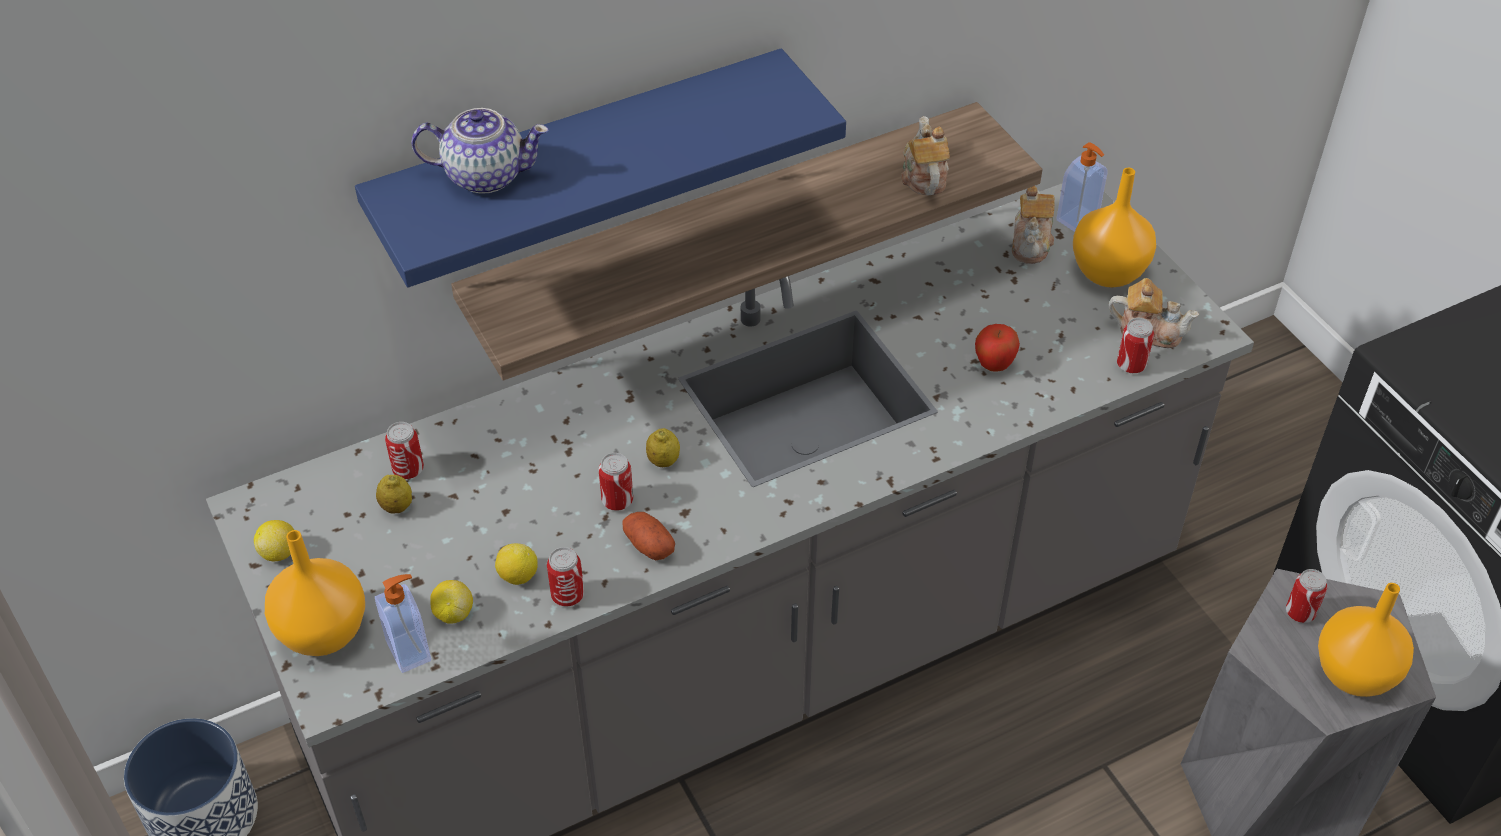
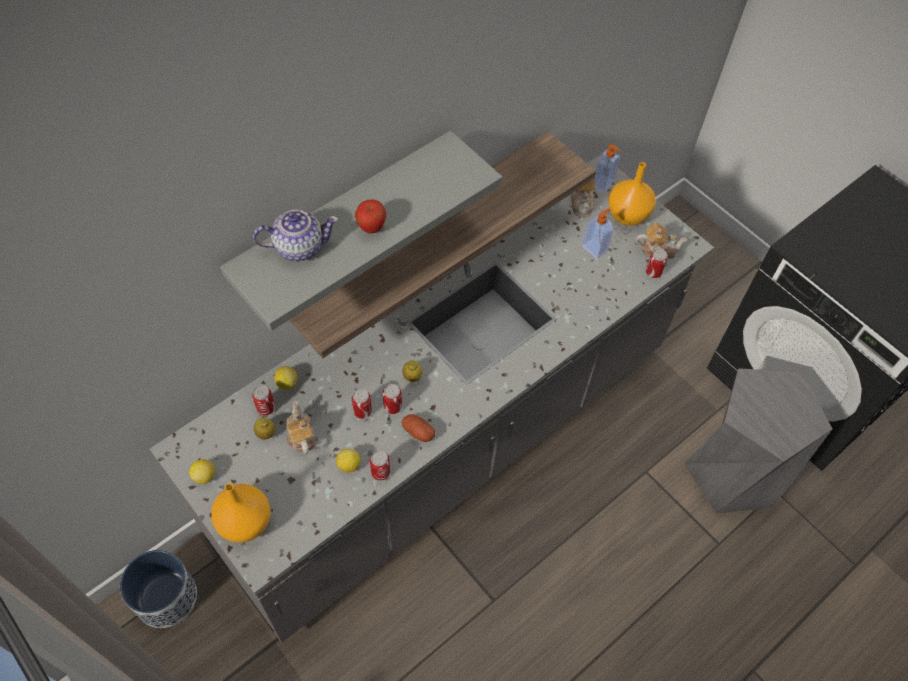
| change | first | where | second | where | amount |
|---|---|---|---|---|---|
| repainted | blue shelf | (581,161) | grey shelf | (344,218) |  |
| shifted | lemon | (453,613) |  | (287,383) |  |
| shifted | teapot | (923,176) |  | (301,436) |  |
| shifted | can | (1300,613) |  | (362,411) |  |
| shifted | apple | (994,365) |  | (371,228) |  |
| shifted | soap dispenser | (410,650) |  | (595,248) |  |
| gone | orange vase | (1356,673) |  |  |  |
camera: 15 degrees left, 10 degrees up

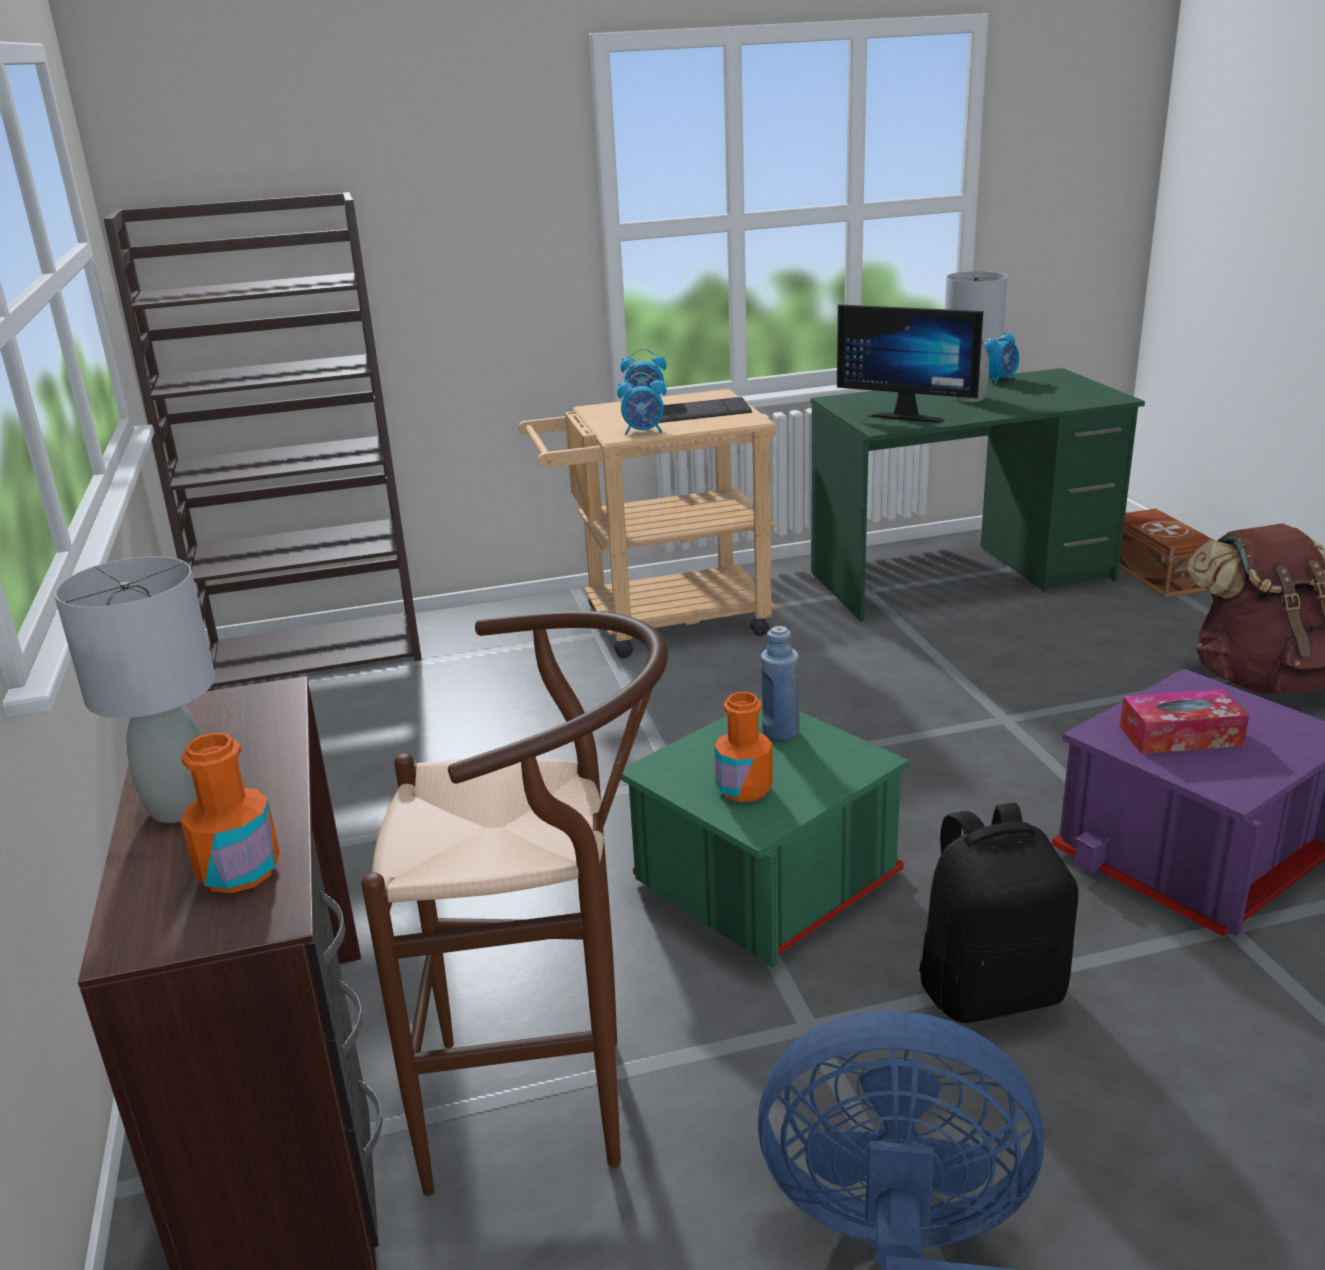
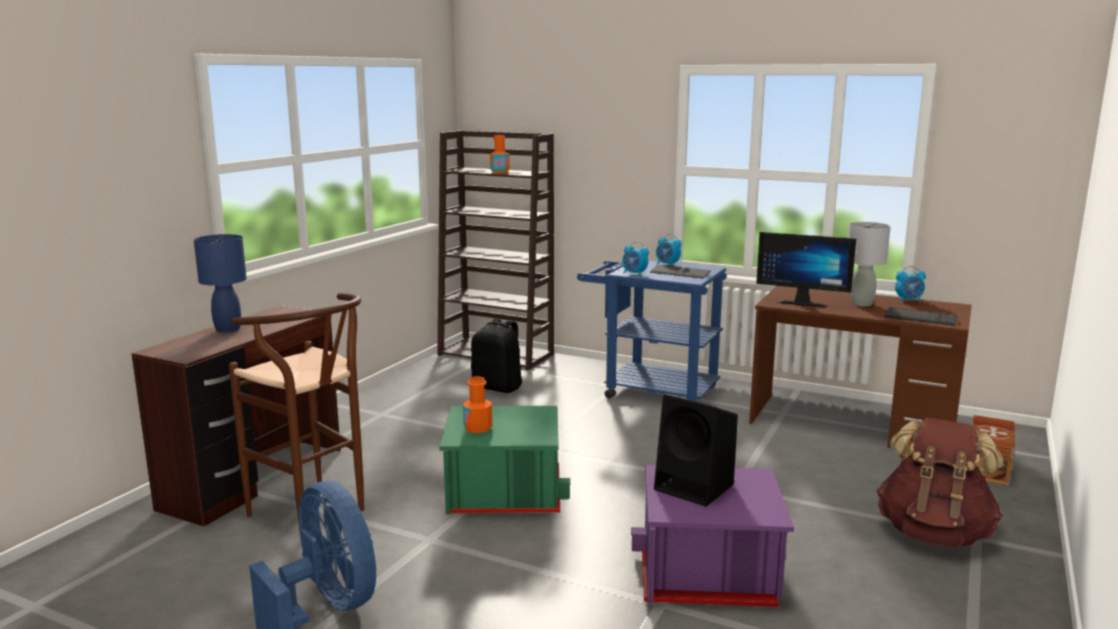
| change | first | where | second | where | amount |
|---|---|---|---|---|---|
| repainted | grey table lamp | (180,807) | blue table lamp | (227,329) |  |
| shifted | black backpack | (990,989) |  | (498,387) |  |
| shifted | orange bottle | (239,871) |  | (500,171) |  |
| repainted | beige cart | (659,623) | blue cart | (650,391) |  |
| swapped | tissue box | (1180,736) | black speaker | (696,487) |  |
| repainted | green desk | (961,577) | brown desk | (852,425) |  |
| rotated | monitor | (908,415) |  | (802,302) | 45 degrees counterclockwise |
| new |  |  | keyboard | (920,318) |  |
| gone | blue bottle | (780,731) |  |  |  |
camera: 40 degrees right, 10 degrees down

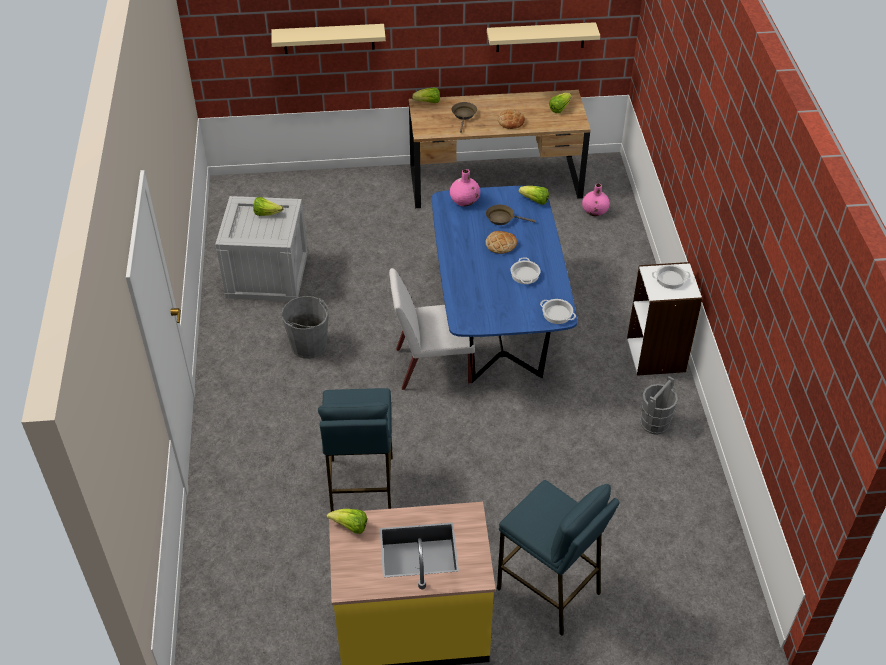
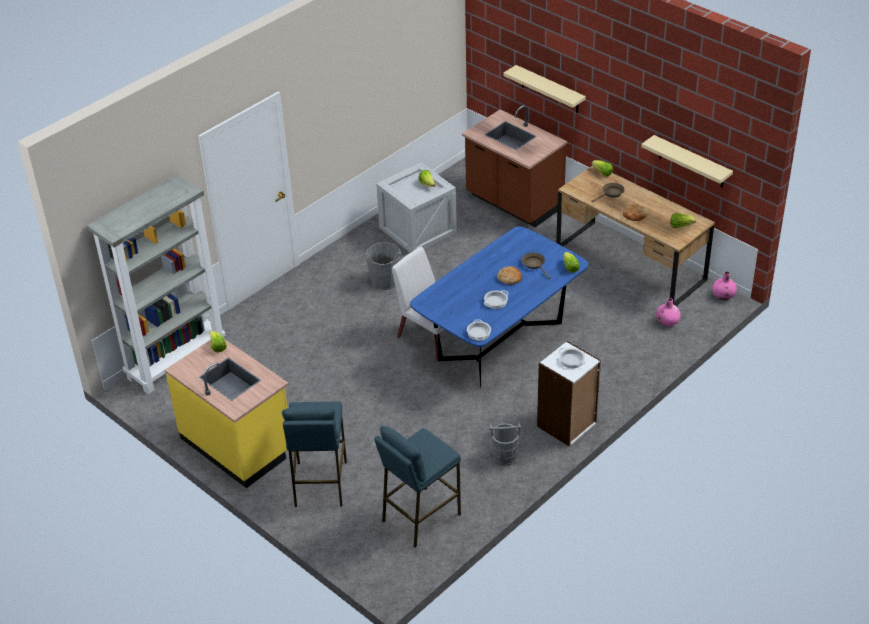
| change | first | where | second | where | amount |
|---|---|---|---|---|---|
| new |  |  | grey bookcase | (176,360) |  |
| shifted | blue stool | (361,488) |  | (420,517) |  |
| new |  |  | brown counter | (513,203) |  |
| shifted | pink vase | (465,200) |  | (723,295) |  |
camera: 50 degrees right, 5 degrees down

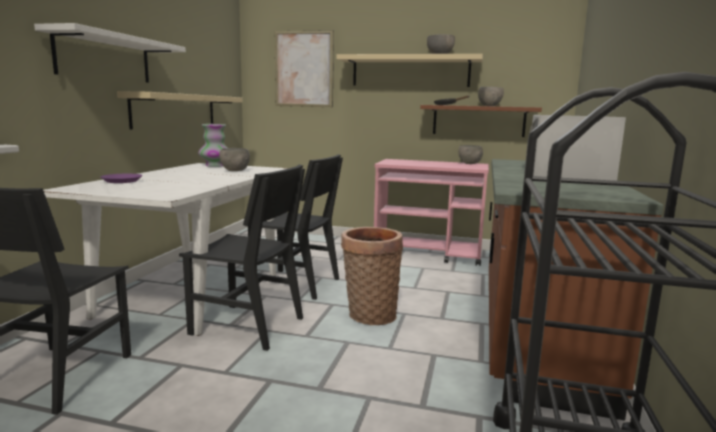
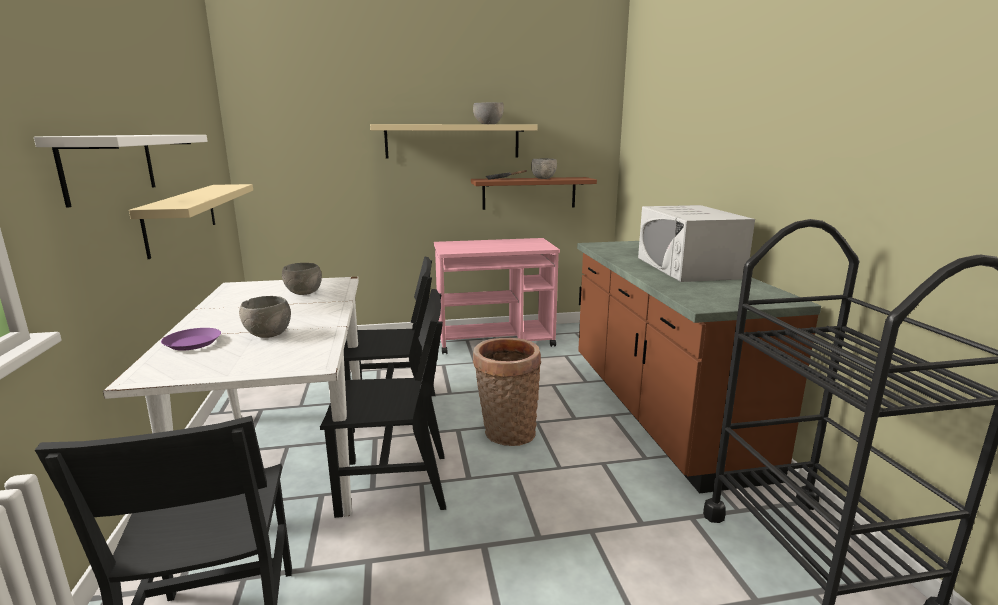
| change | first | where | second | where | amount |
|---|---|---|---|---|---|
| shifted | grey bowl | (469,164) |  | (268,335) |  |
| gone | vase | (215,166) |  |  |  |
| gone | picture | (303,69) |  |  |  |
camera: 25 degrees left, 5 degrees up

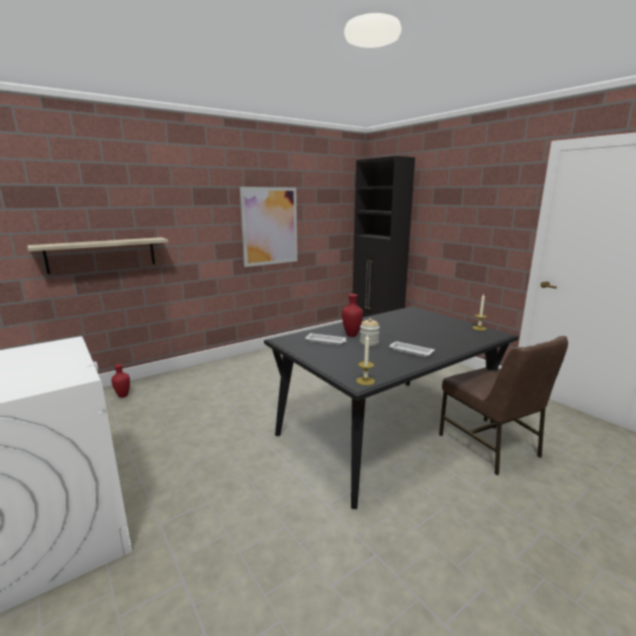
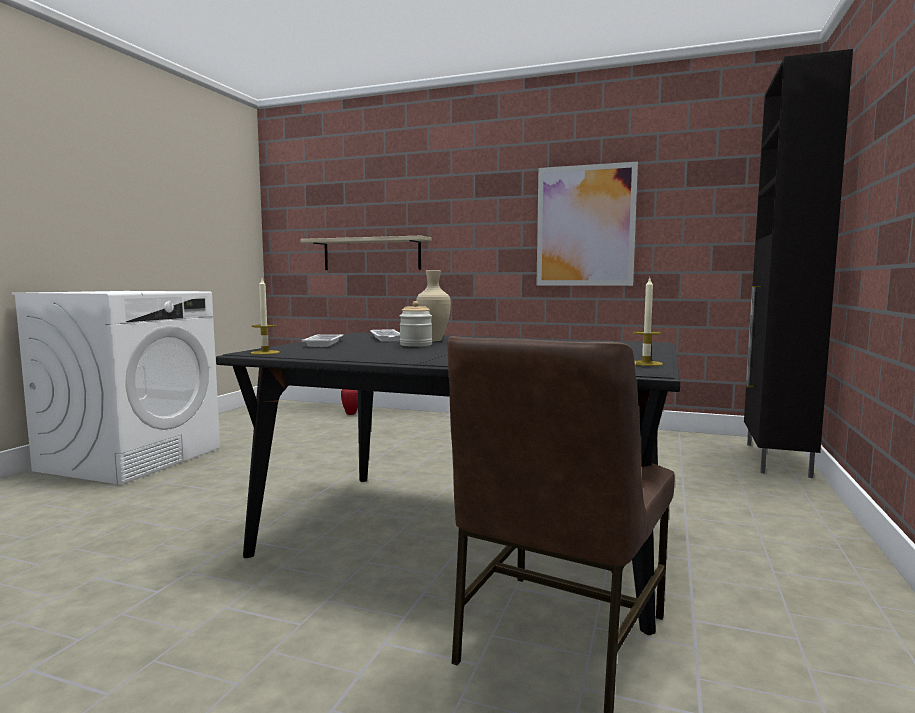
| change | first | where | second | where | amount |
|---|---|---|---|---|---|
| shifted | white tray | (410,351) |  | (324,343) |  |
| repainted | red vase | (351,335) | beige vase | (434,340) |  |
camera: 55 degrees right, 10 degrees down

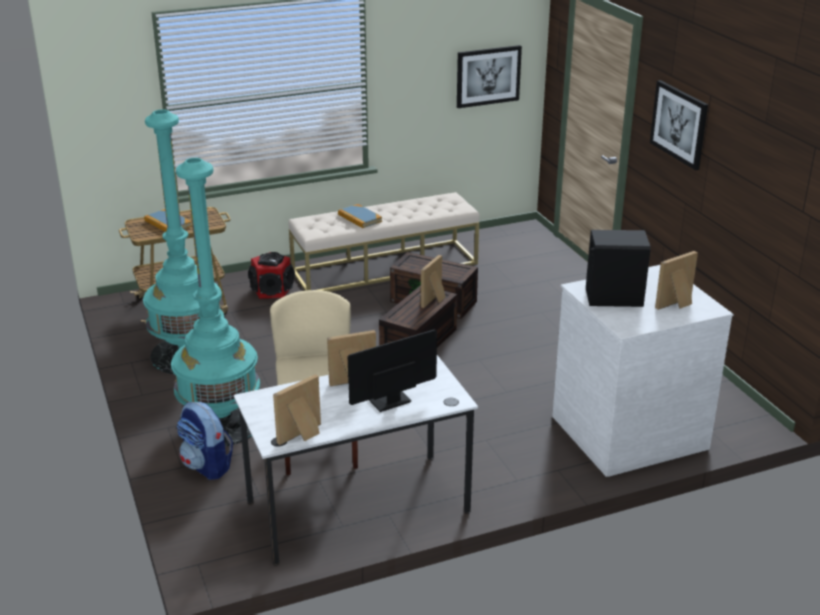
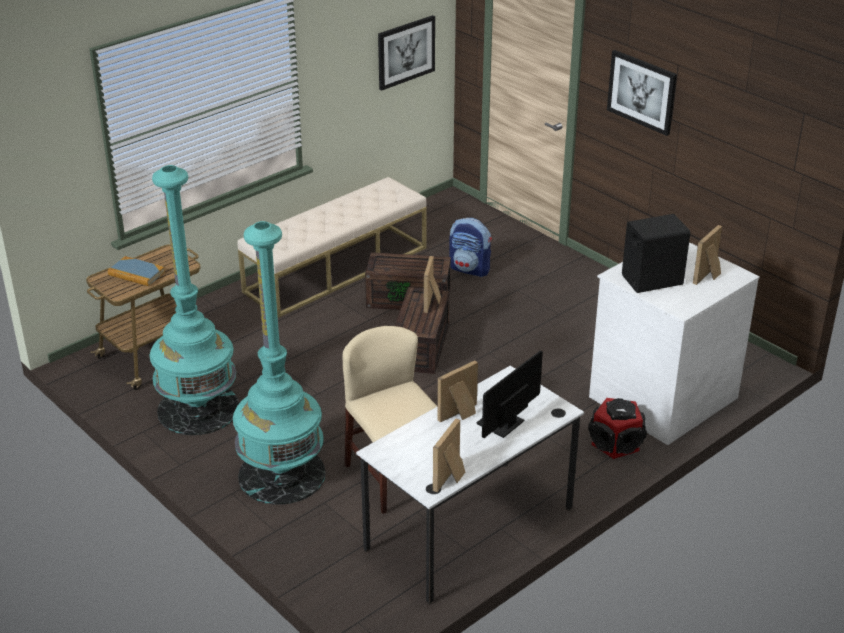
| change | first | where | second | where | amount |
|---|---|---|---|---|---|
| shifted | backpack | (207,466) |  | (470,269) |  |
| shifted | speaker | (272,290) |  | (615,443) |  |
| gone | book | (360,218) |  |  |  |
camera: 20 degrees left, 5 degrees up

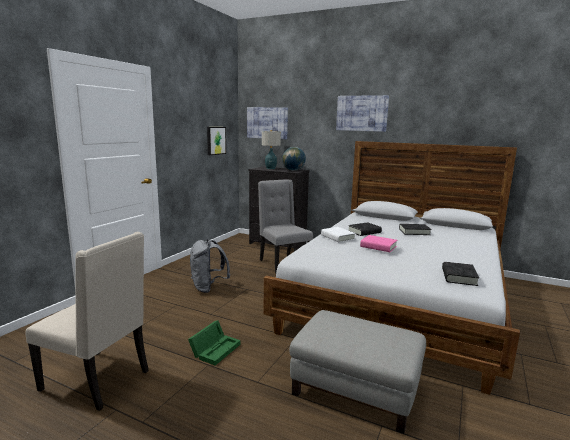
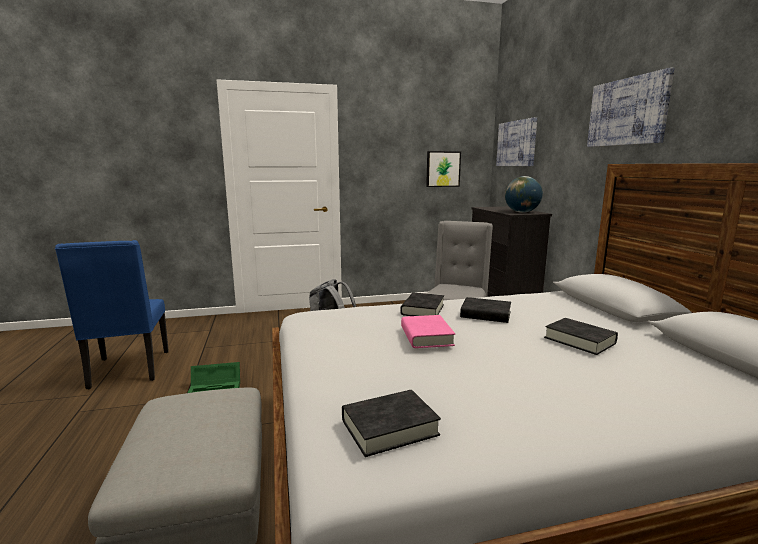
| change | first | where | second | where | amount |
|---|---|---|---|---|---|
| repainted | beige chair | (98,380) | blue chair | (128,370) |  |
| repainted | white book | (337,237) | black book | (422,310) |  |
| gone | table lamp | (270,168) |  |  |  |
camera: 50 degrees right, 0 degrees up

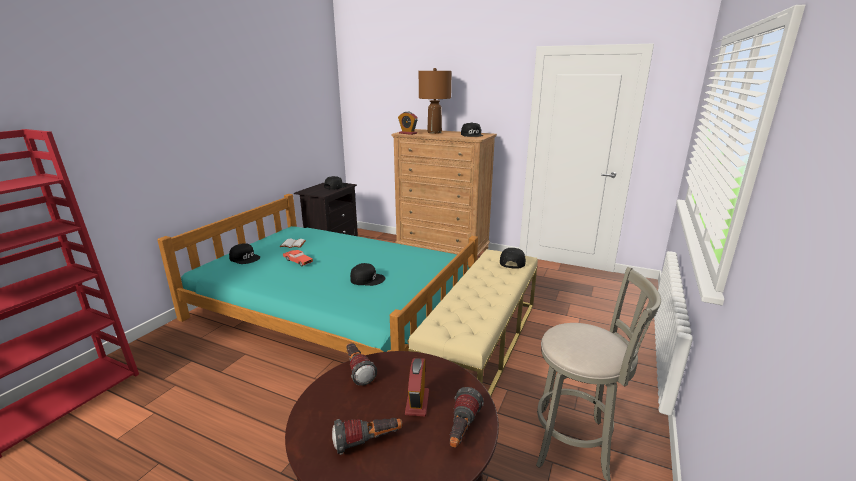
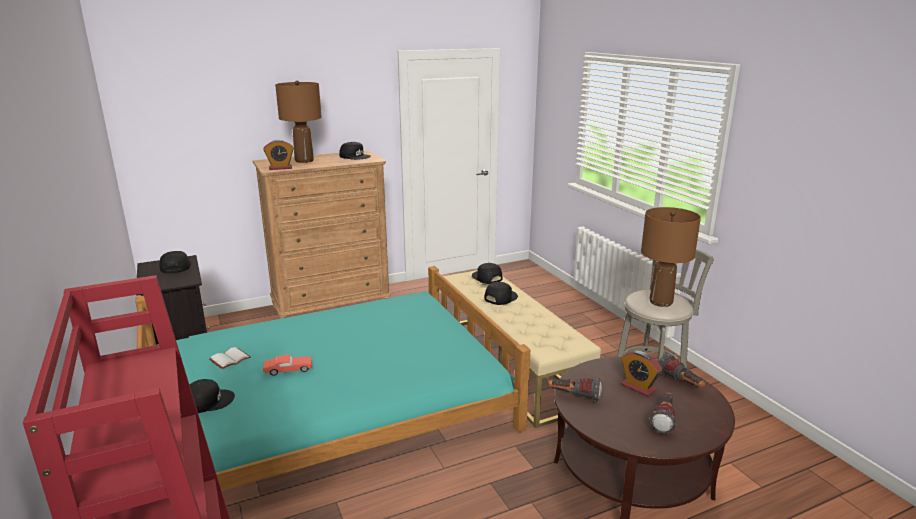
| change | first | where | second | where | amount |
|---|---|---|---|---|---|
| shifted | black cap | (367,279) |  | (500,297) |  |
| new |  |  | brown table lamp | (661,302) |  |
camera: 50 degrees left, 0 degrees up

